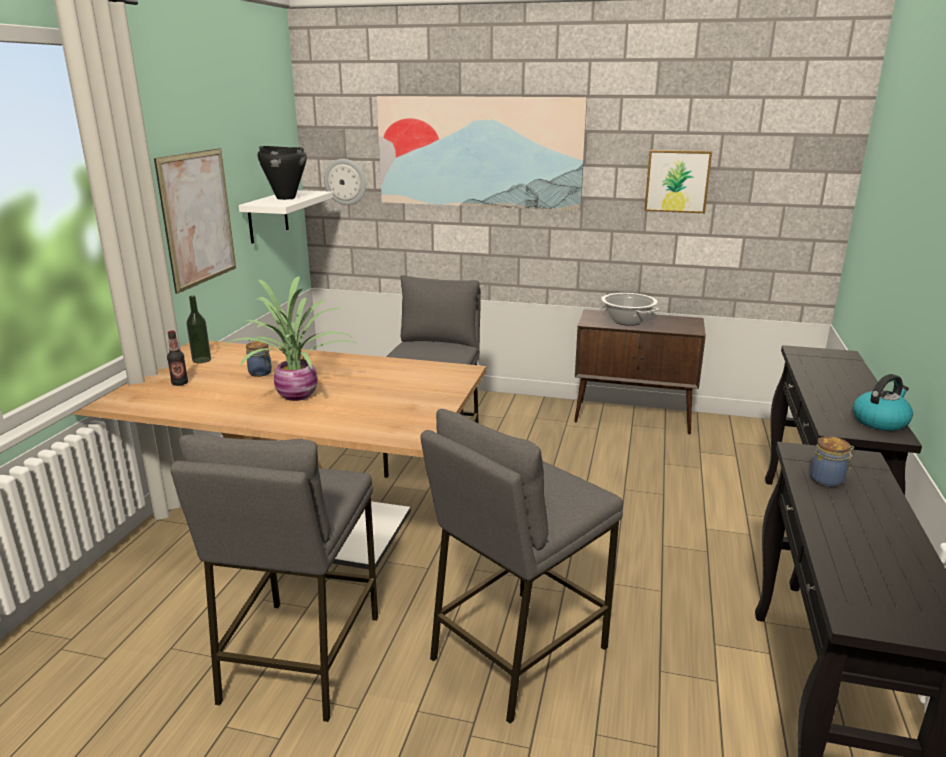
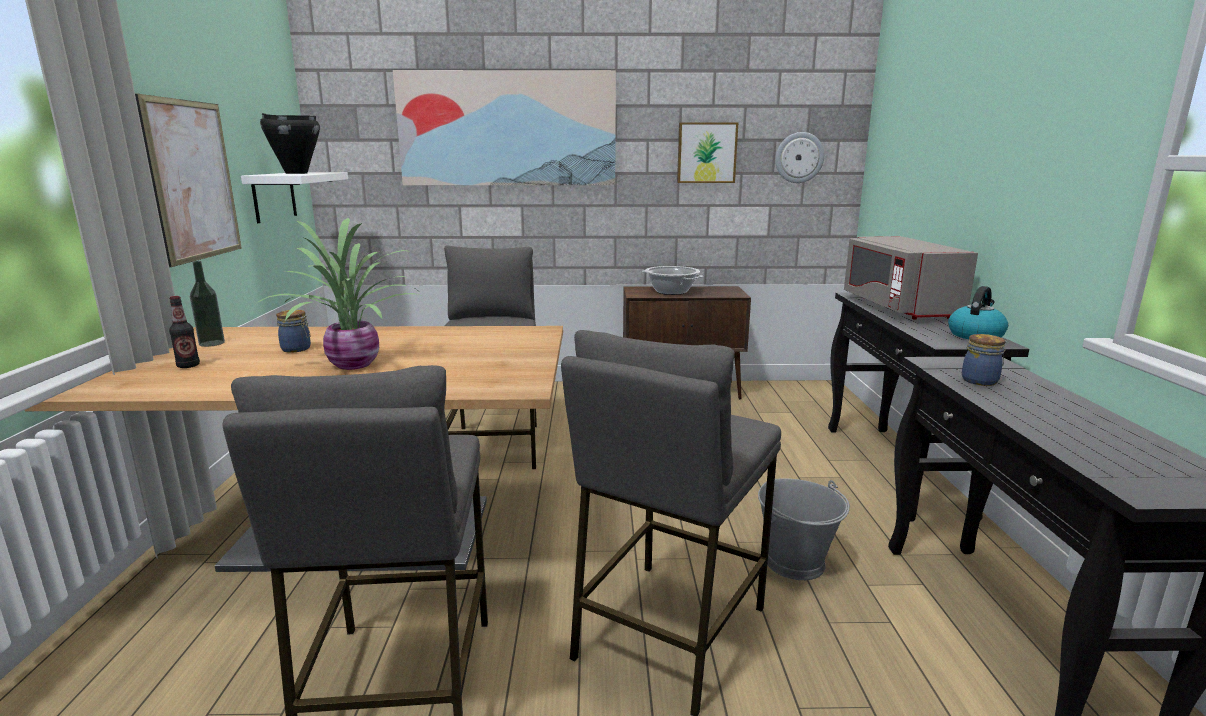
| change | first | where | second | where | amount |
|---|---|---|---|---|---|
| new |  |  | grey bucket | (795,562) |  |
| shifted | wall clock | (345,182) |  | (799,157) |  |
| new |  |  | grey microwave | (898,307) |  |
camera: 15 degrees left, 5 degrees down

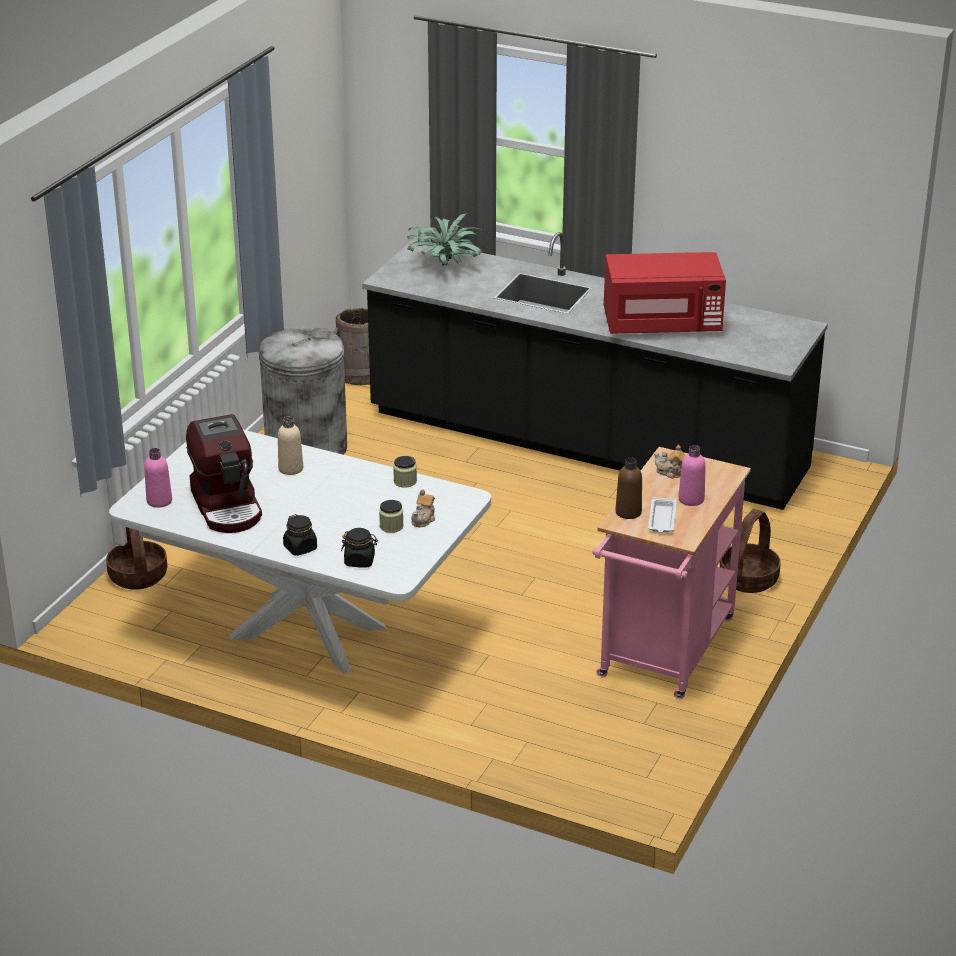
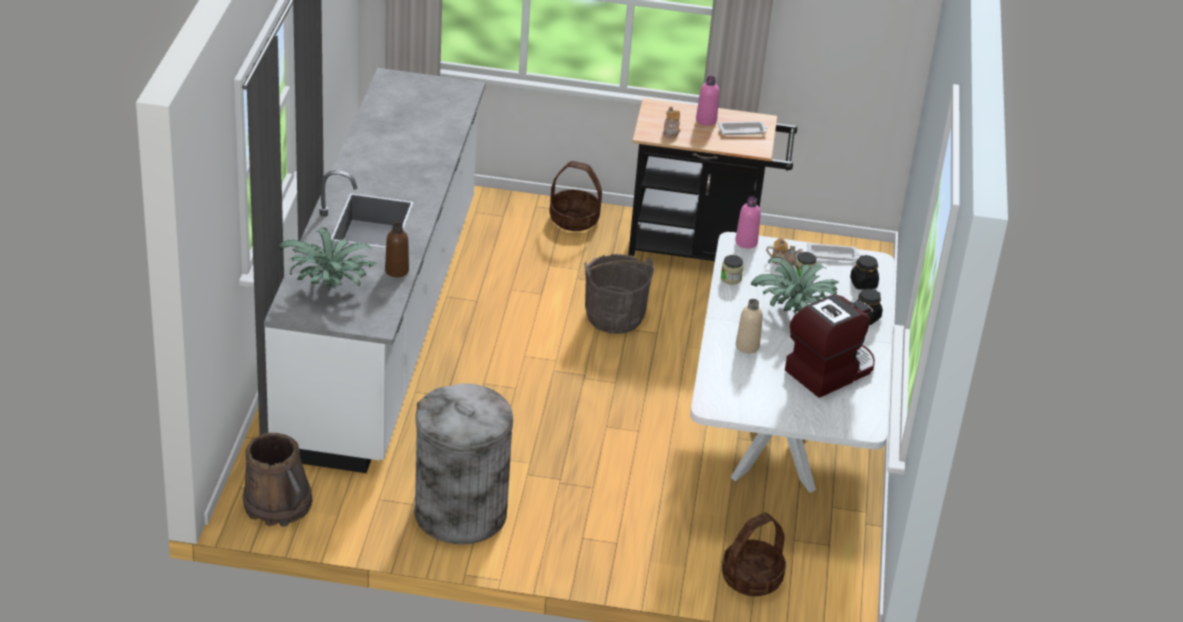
| change | first | where | second | where | amount |
|---|---|---|---|---|---|
| repainted | black counter | (586,443) | white counter | (383,324) |  |
| shifted | brown bottle | (628,512) |  | (397,270) |  |
| new |  |  | grey bucket | (614,317) |  |
| repainted | pink cart | (663,655) | black cart | (701,253) |  |
| shifted | pink bottle | (159,501) |  | (746,242) |  |
| new |  |  | potted plant | (795,312) |  |
| new |  |  | white tray | (833,255) |  |
| gone | red microwave | (662,324) |  |  |  |
camera: 110 degrees left, 5 degrees up

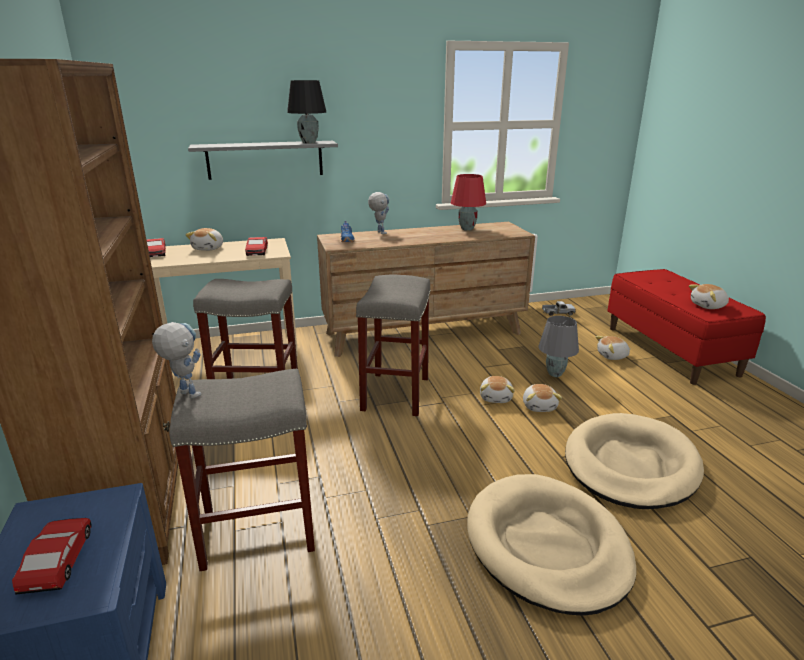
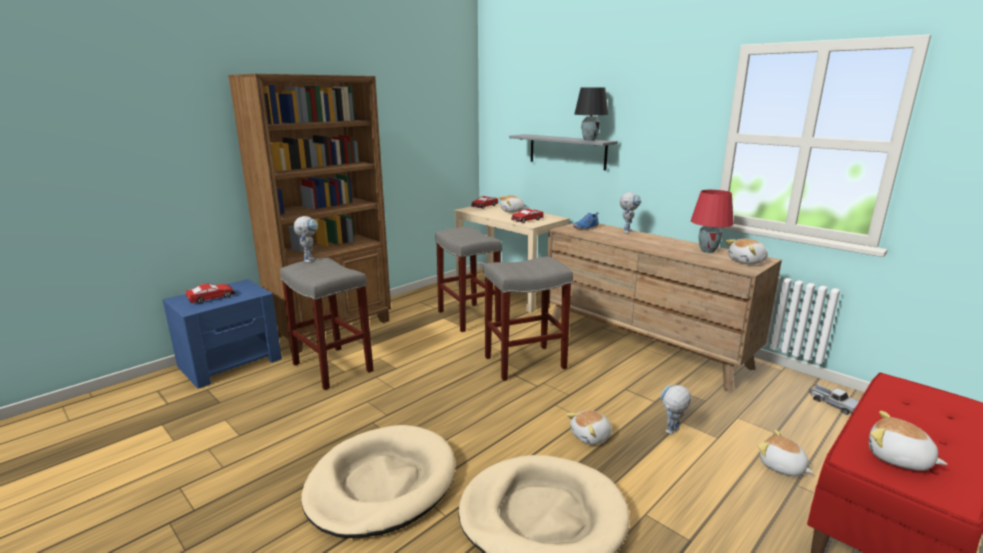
| change | first | where | second | where | amount |
|---|---|---|---|---|---|
| swapped | grey table lamp | (555,374) | toy robot | (671,433) |  |
| shifted | plush toy | (496,397) |  | (747,262) |  |
camera: 60 degrees right, 5 degrees down

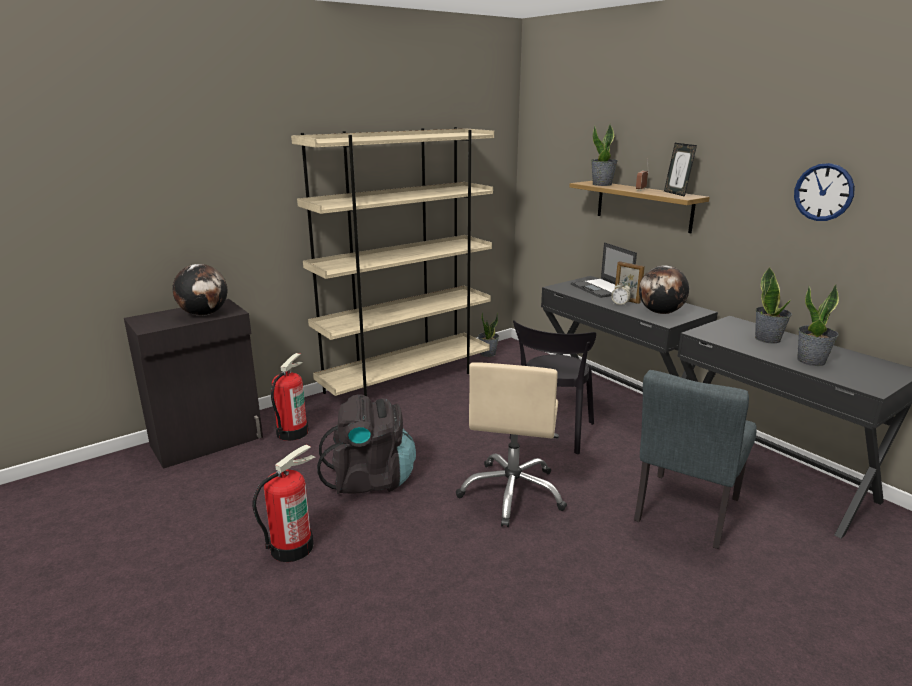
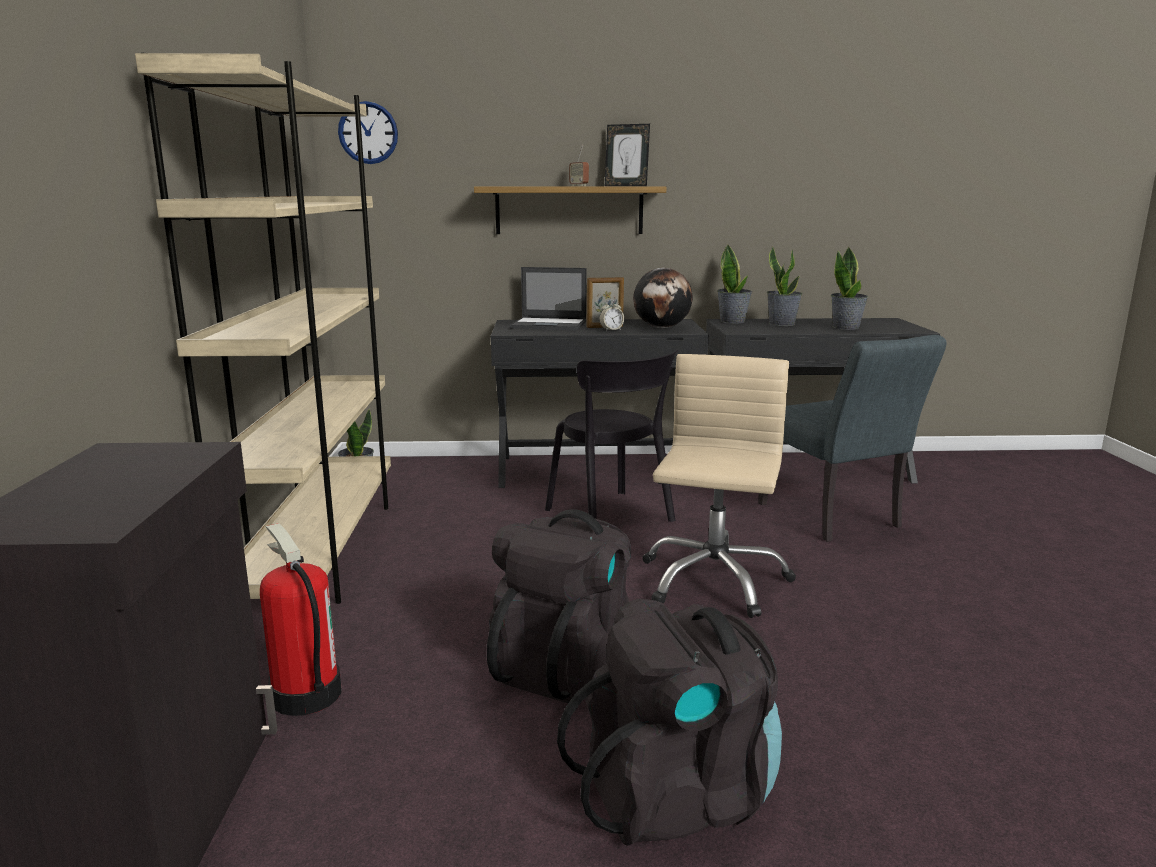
| change | first | where | second | where | amount |
|---|---|---|---|---|---|
| shifted | wall clock | (823,192) |  | (368,133) |  |
| swapped | fire extinguisher | (291,547) | black backpack | (677,795) |  |
| rotated | beige office chair | (512,493) |  | (713,580) | 120 degrees counterclockwise |
| shifted | potted plant | (602,184) |  | (733,321) |  |
| gone | globe | (204,314) |  |  |  |
camera: 55 degrees left, 5 degrees down

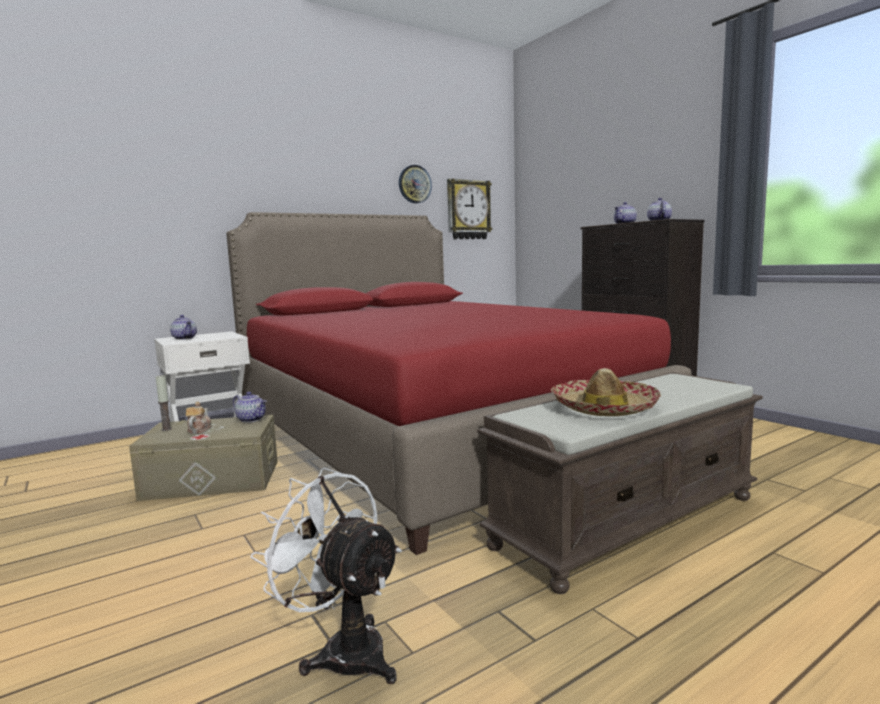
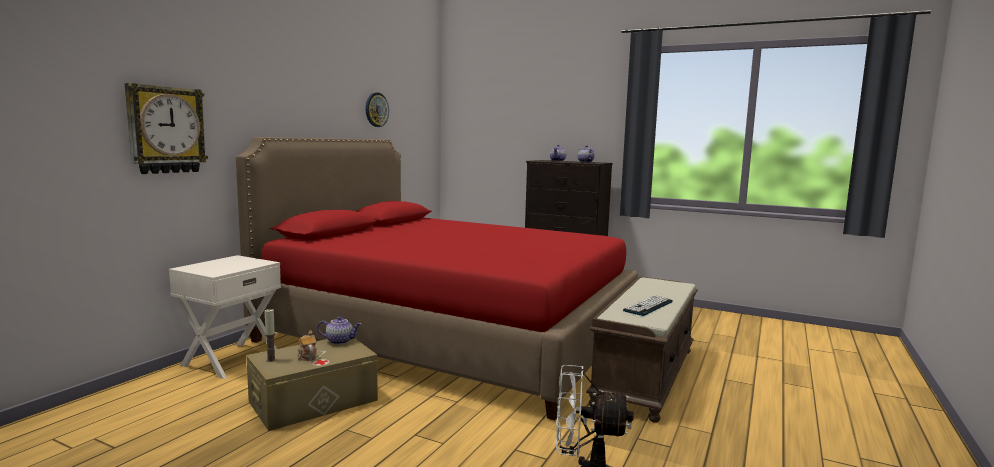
| change | first | where | second | where | amount |
|---|---|---|---|---|---|
| shifted | wall clock | (468,210) |  | (166,130) |  |
| swapped | hat | (603,408) | keyboard | (648,306) |  |
| gone | teapot | (185,338) |  |  |  |
camera: 30 degrees left, 0 degrees up

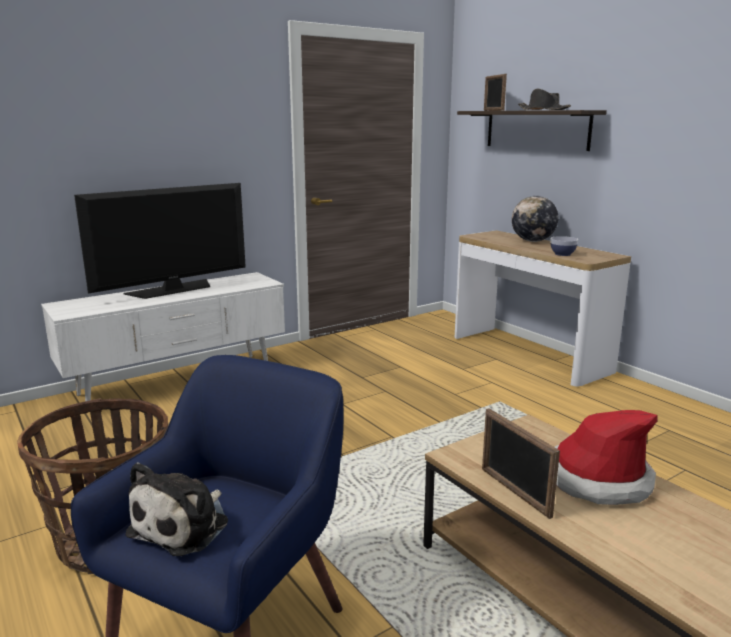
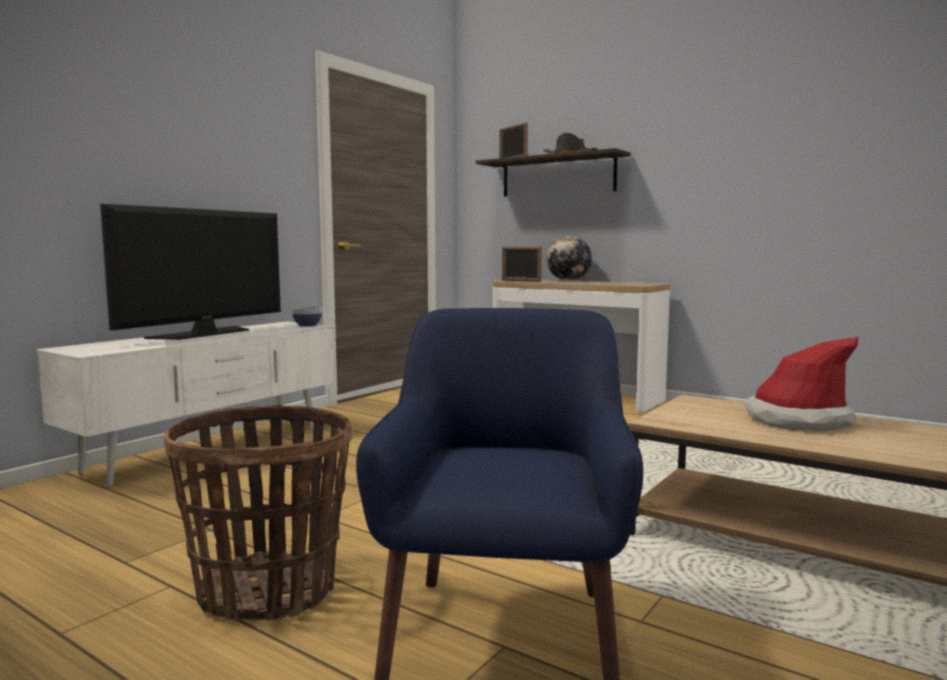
| change | first | where | second | where | amount |
|---|---|---|---|---|---|
| shifted | bowl | (562,254) |  | (307,325) |  |
| shifted | picture frame | (514,492) |  | (520,281) |  |
| gone | plush toy | (184,526) |  |  |  |
camera: 20 degrees left, 10 degrees down

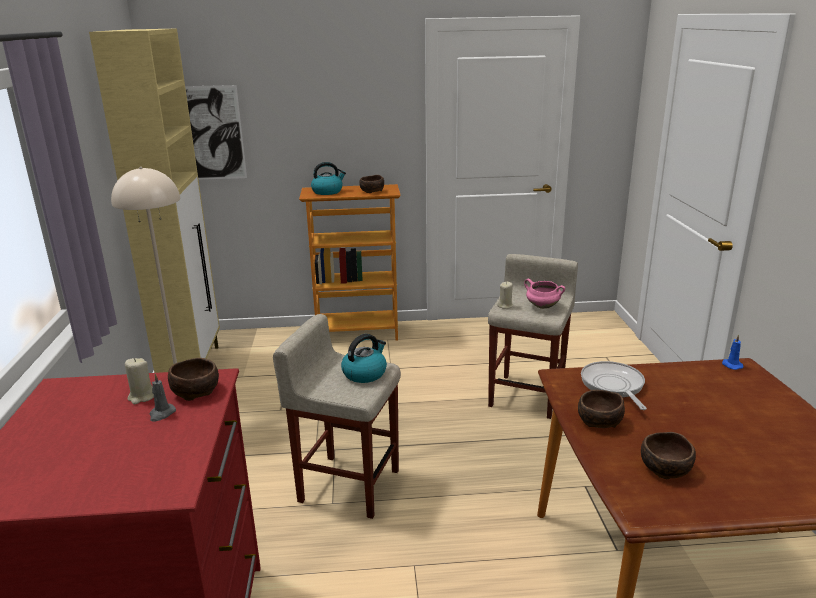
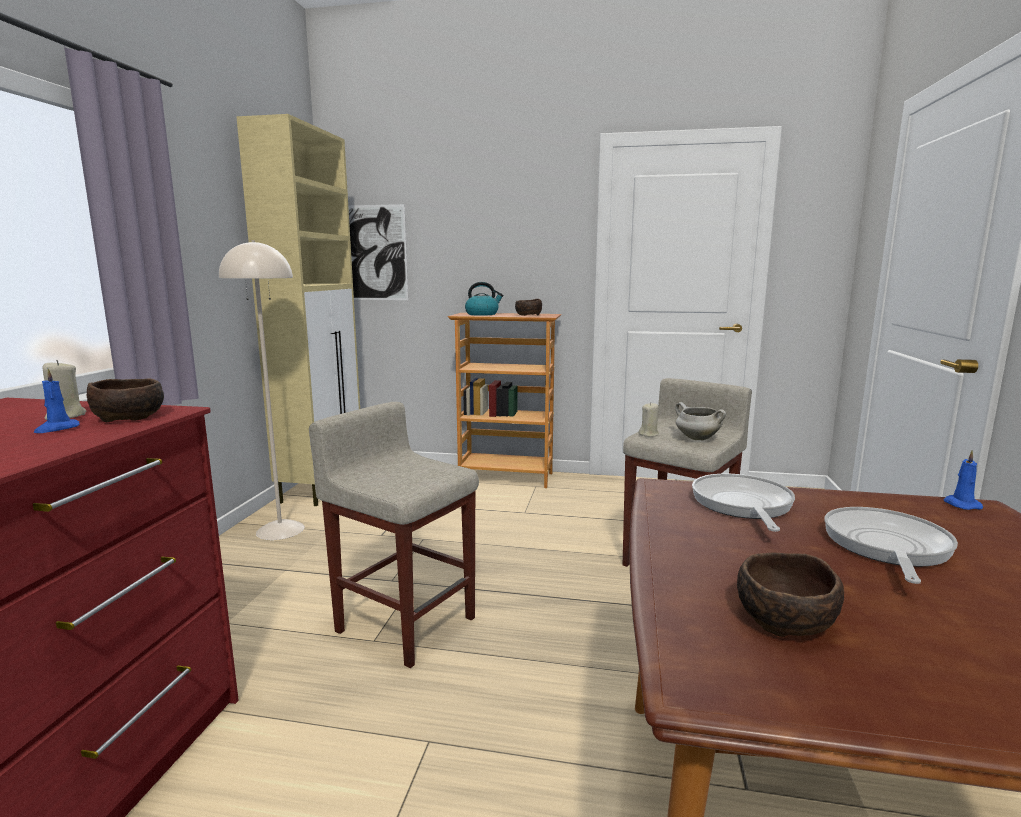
| change | first | where | second | where | amount |
|---|---|---|---|---|---|
| repainted | grey candle | (162,414) | blue candle | (56,429) |  |
| repainted | pink cooking pot | (542,306) | white cooking pot | (696,438) |  |
| new |  |  | frying pan | (886,547) |  |
| gone | kettle | (365,373) |  |  |  |
| gone | brown bowl | (598,421) |  |  |  |
camera: 15 degrees right, 10 degrees down

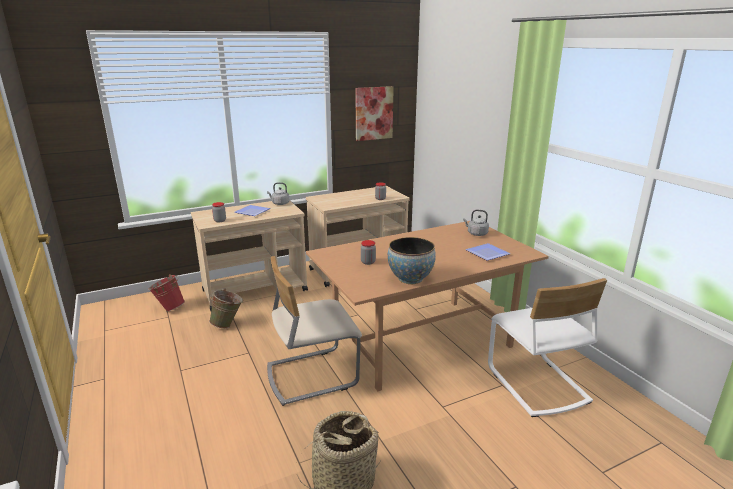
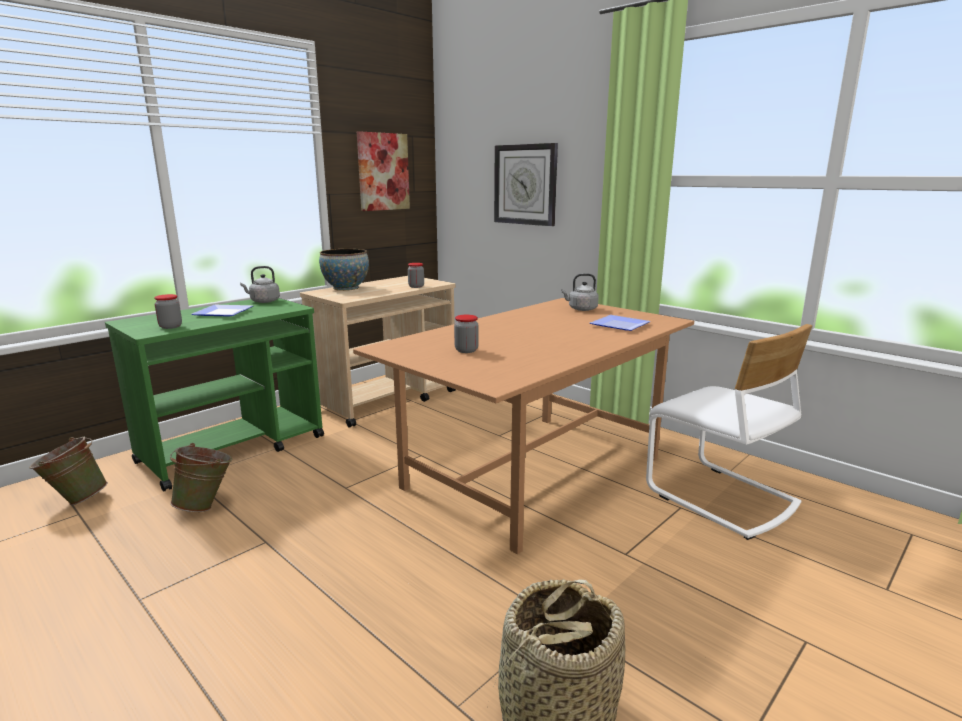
| change | first | where | second | where | amount |
|---|---|---|---|---|---|
| repainted | red bucket | (169,308) | green bucket | (75,500) |  |
| repainted | beige cart | (255,290) | green cart | (234,449) |  |
| shifted | bowl | (410,278) |  | (346,288) |  |
| new |  |  | wall clock | (525,184) |  |
| gone | beige chair | (311,375) |  |  |  |
camera: 20 degrees left, 5 degrees down

